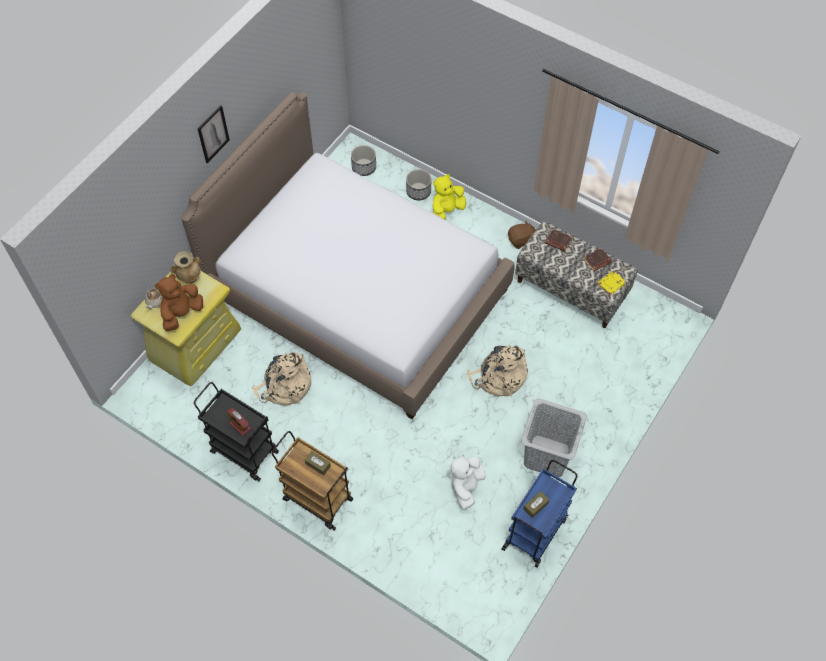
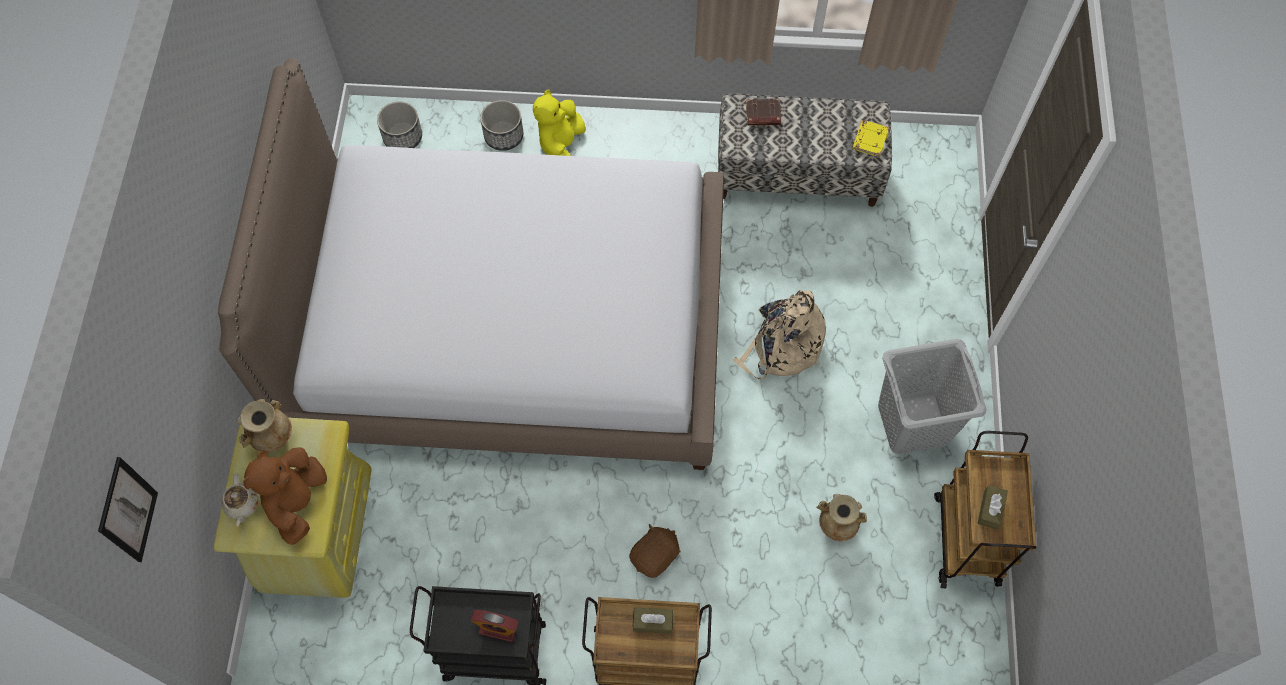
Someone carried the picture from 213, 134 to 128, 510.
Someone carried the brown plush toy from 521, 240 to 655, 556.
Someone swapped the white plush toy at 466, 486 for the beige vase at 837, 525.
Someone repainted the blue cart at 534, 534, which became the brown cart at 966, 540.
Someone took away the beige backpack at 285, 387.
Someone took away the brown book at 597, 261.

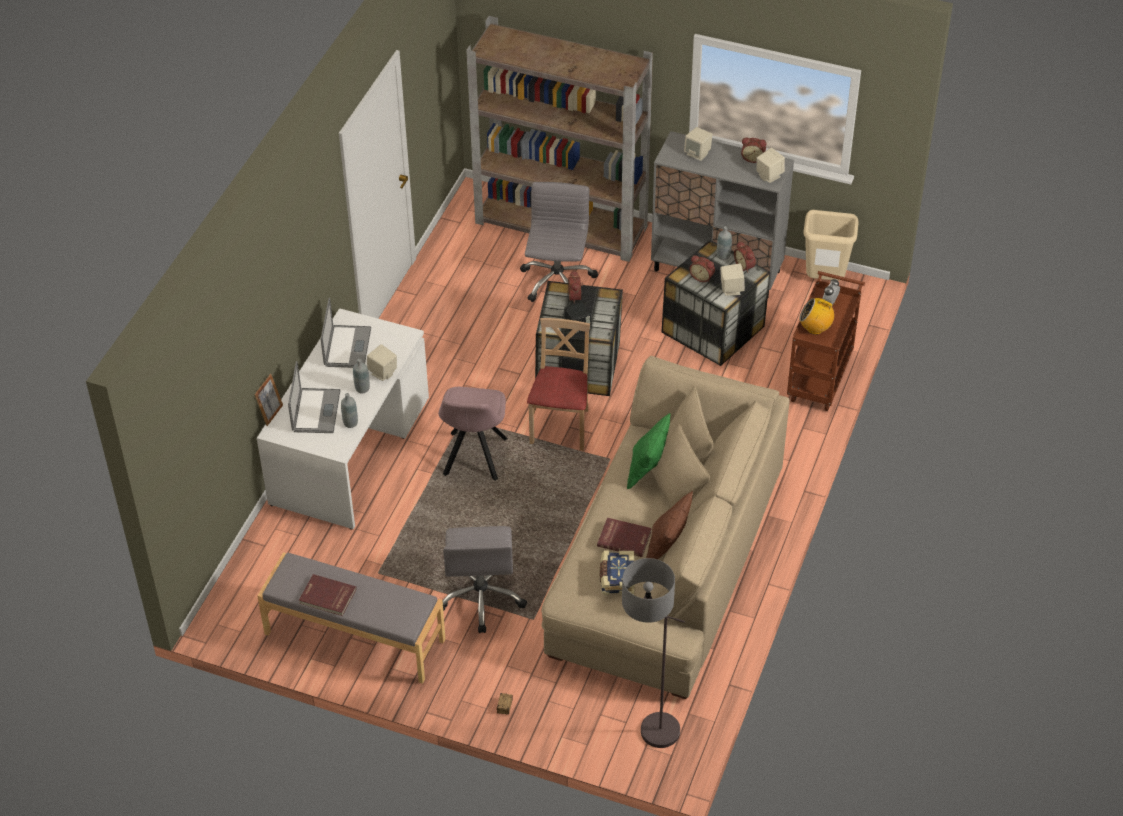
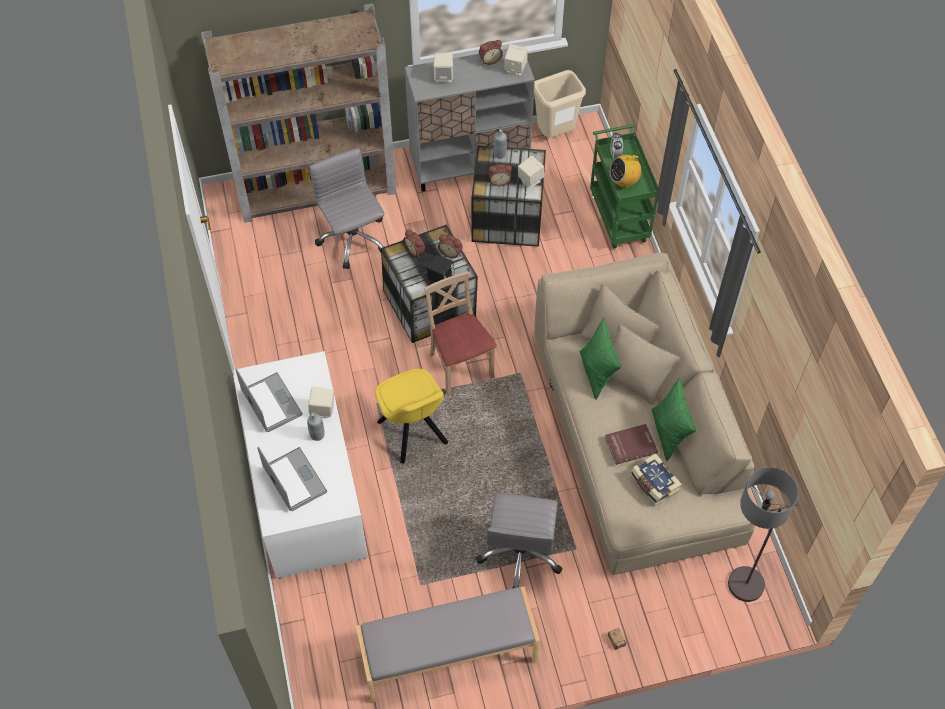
Someone repainted the pink chair at 474, 457, which became the yellow chair at 413, 432.
Someone carried the alarm clock from 745, 266 to 451, 252.
Someone rotated the grey office chair at 481, 597 by 45 degrees clockwise.
Someone repainted the brown cart at 820, 378, which became the green cart at 617, 217.
Someone repainted the brown pillow at 667, 549, which became the green pillow at 669, 434.
Someone took away the picture frame at 271, 414.
Someone took away the red book at 327, 597.
Someone took away the grey bottle at 350, 423.

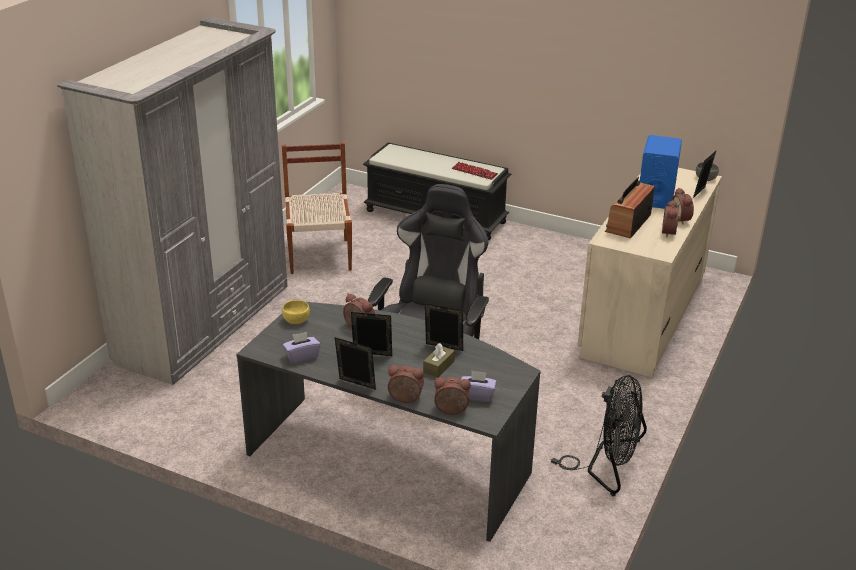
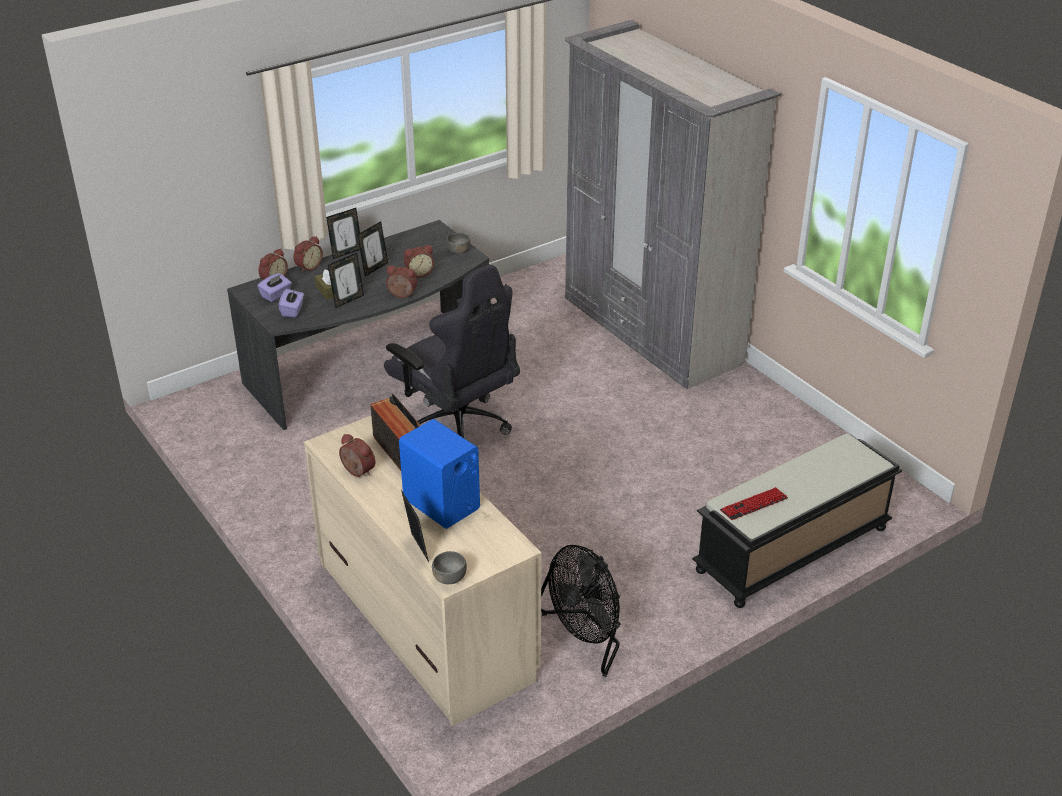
Someone carried the purple tissue box from 301, 356 to 292, 310.
Someone carried the alarm clock from 681, 219 to 401, 295.
Someone repainted the yellow bowl at 296, 320, which became the grey bowl at 458, 251.
Someone carried the black fan from 606, 464 to 587, 632.
Someone took away the chair at 319, 255.

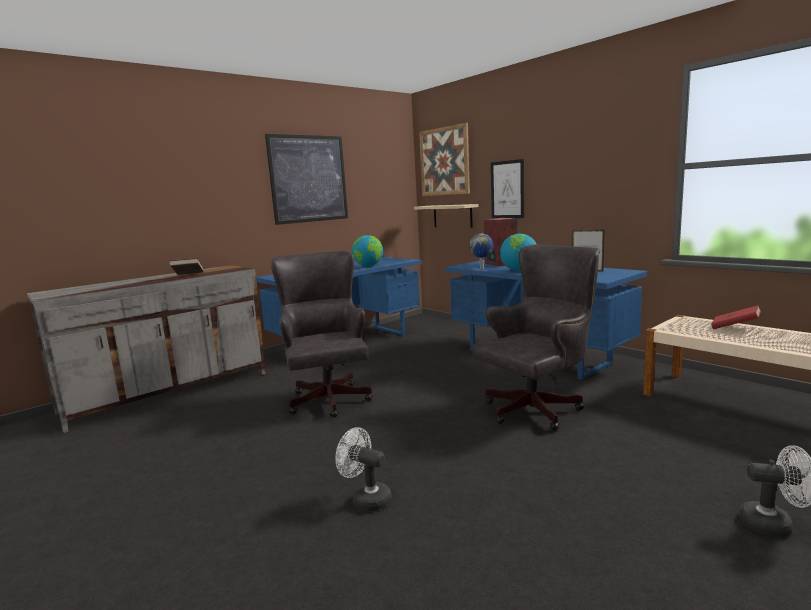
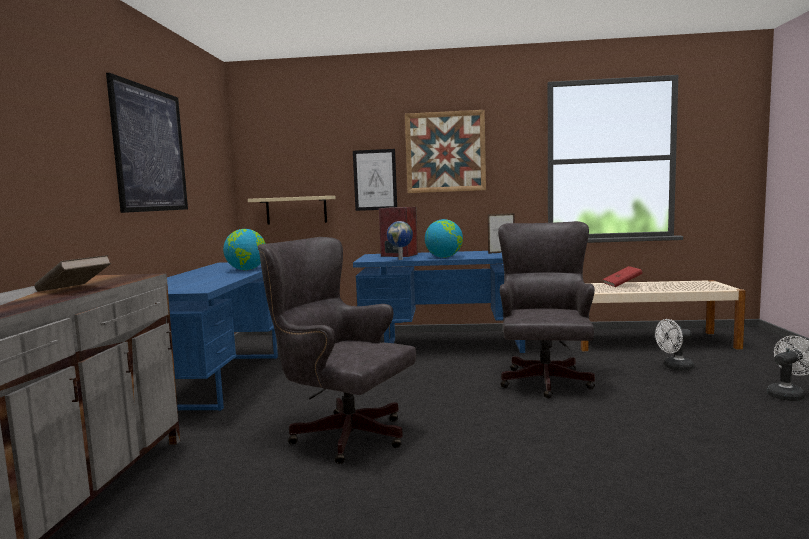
Someone carried the picture from 444, 161 to 445, 152.
Someone carried the white fan from 366, 498 to 674, 367.

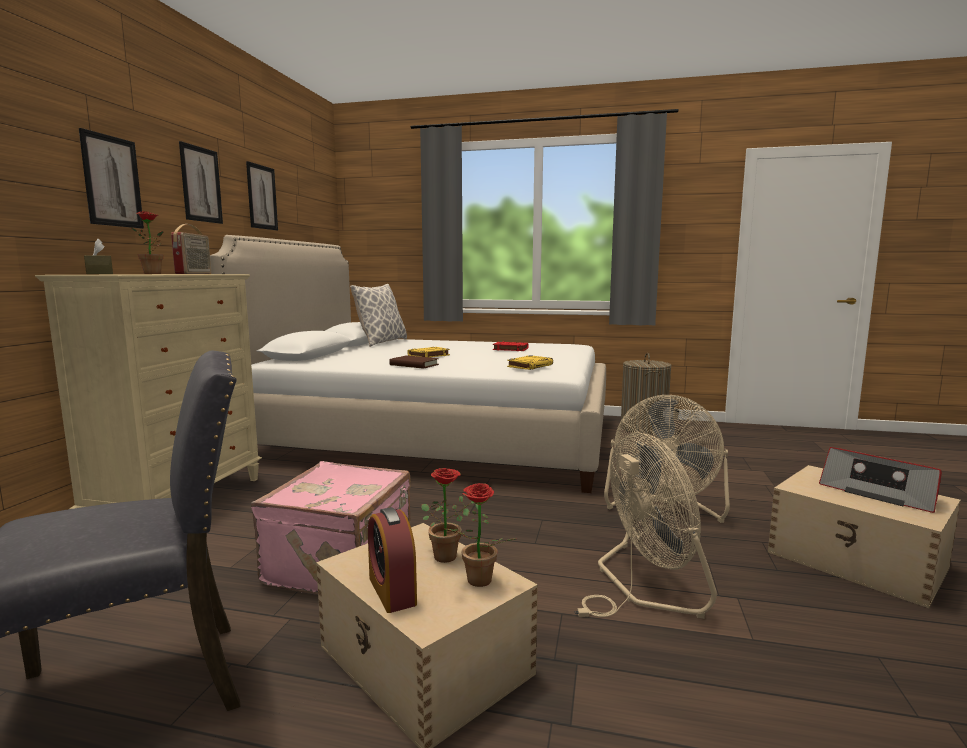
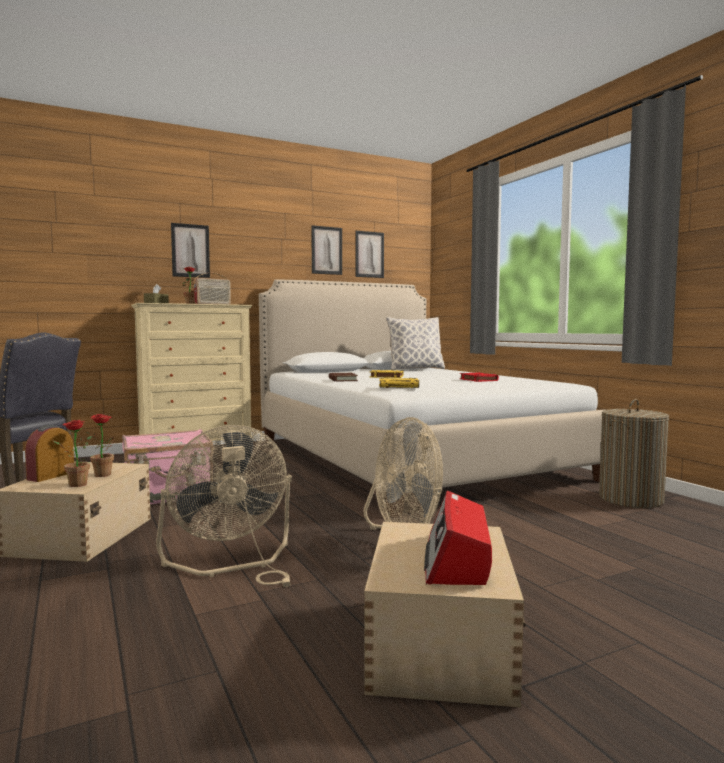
Someone rotated the beige fan at 636, 584 by 150 degrees counterclockwise.
Someone carried the picture from 201, 184 to 369, 254.

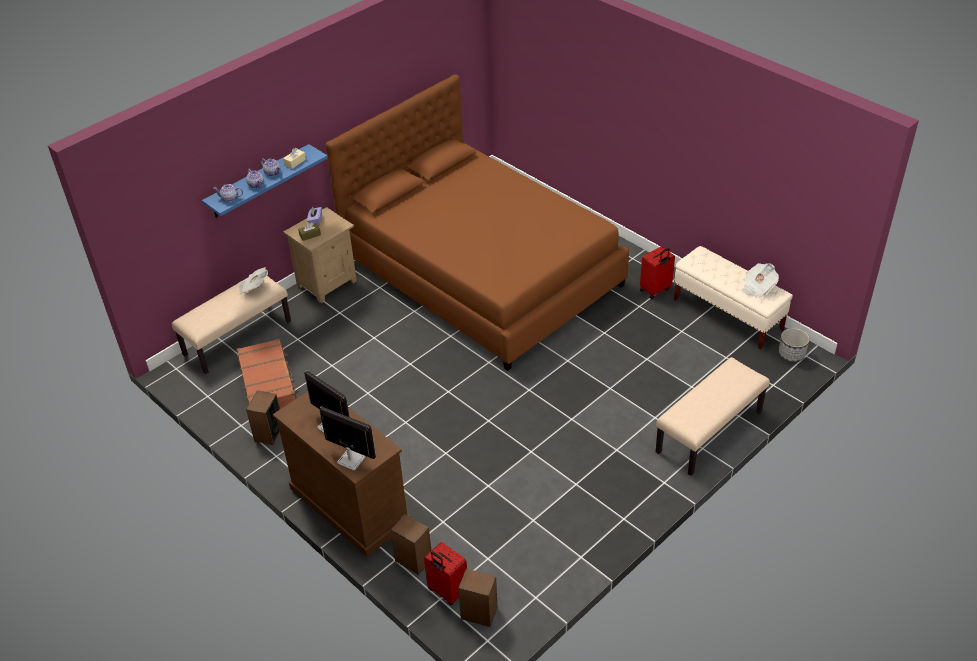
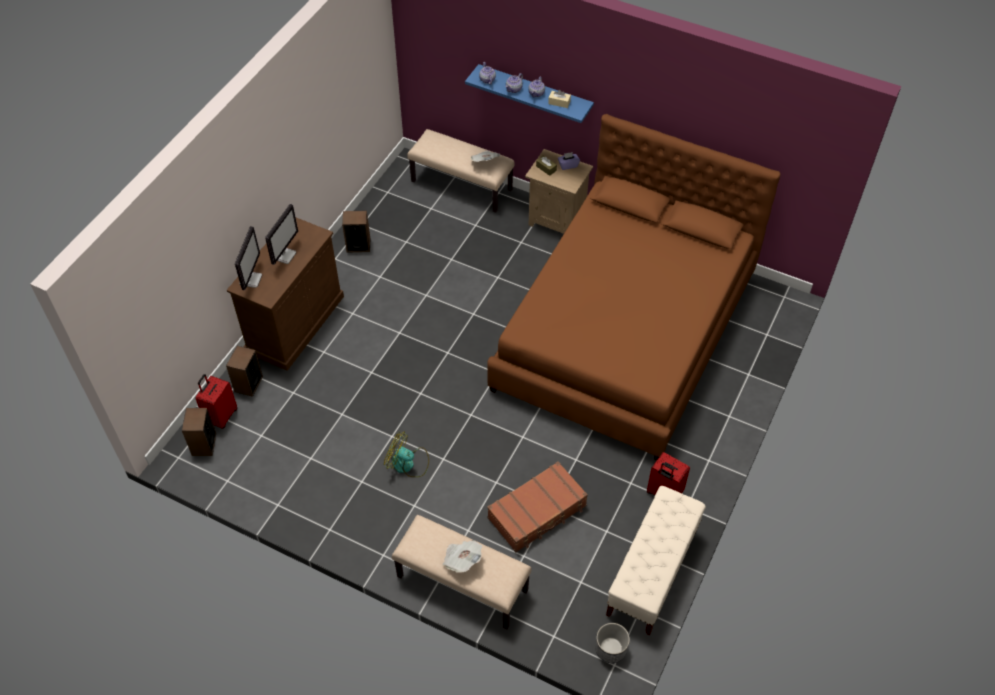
Someone put down the fan at 408, 464.
Someone carried the newspaper from 757, 287 to 462, 560.
Someone carried the brown suitcase from 269, 385 to 537, 512.

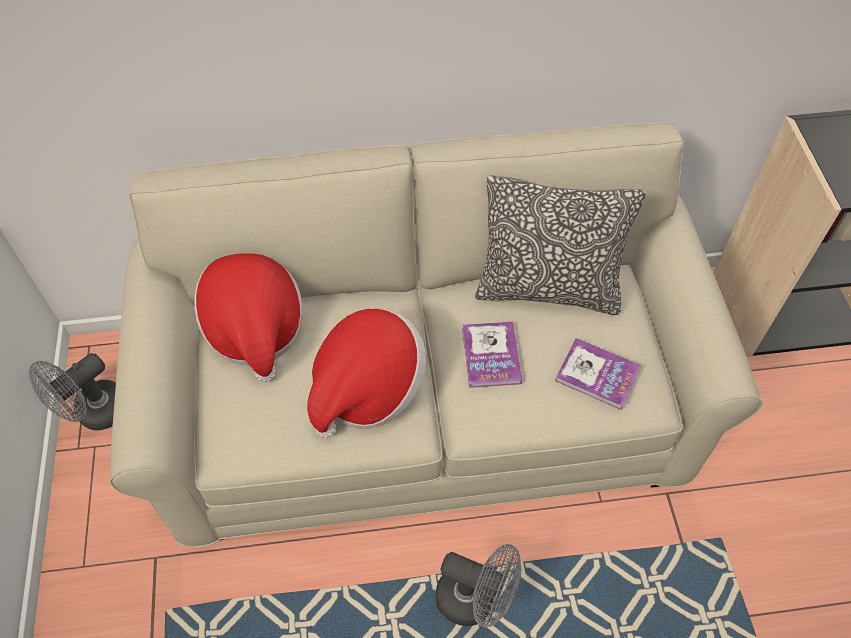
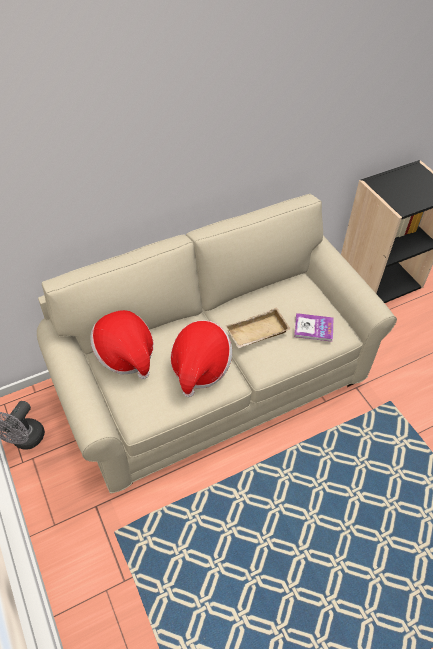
Someone swapped the book at 491, 355 for the beige tray at 257, 333.
Someone took away the grey fan at 475, 600.
Someone took away the pillow at 547, 289.

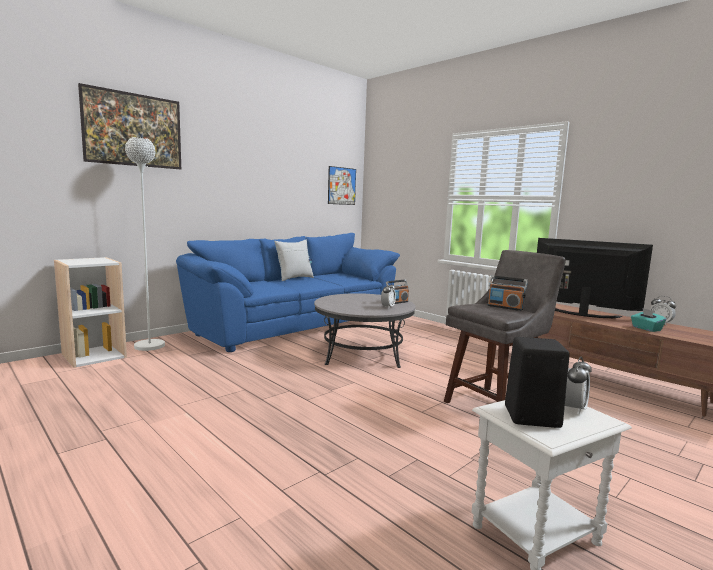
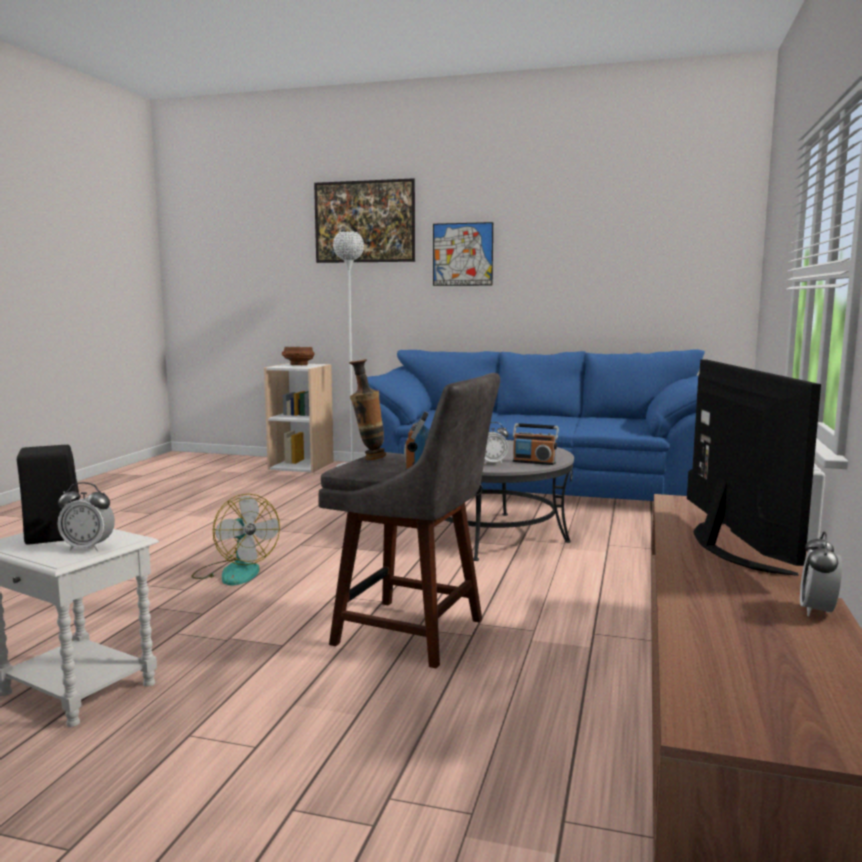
Someone put down the fan at 235, 572.
Someone put down the brown bowl at 298, 365.
Someone put down the vase at 368, 458.
Someone carried the picture from 342, 186 to 462, 254.
Someone took away the grey pillow at 294, 279.
Someone took away the turquoise tissue box at 646, 329.

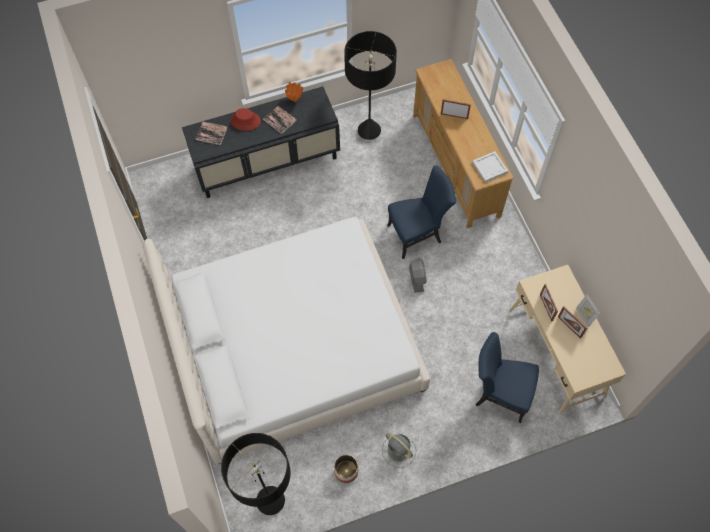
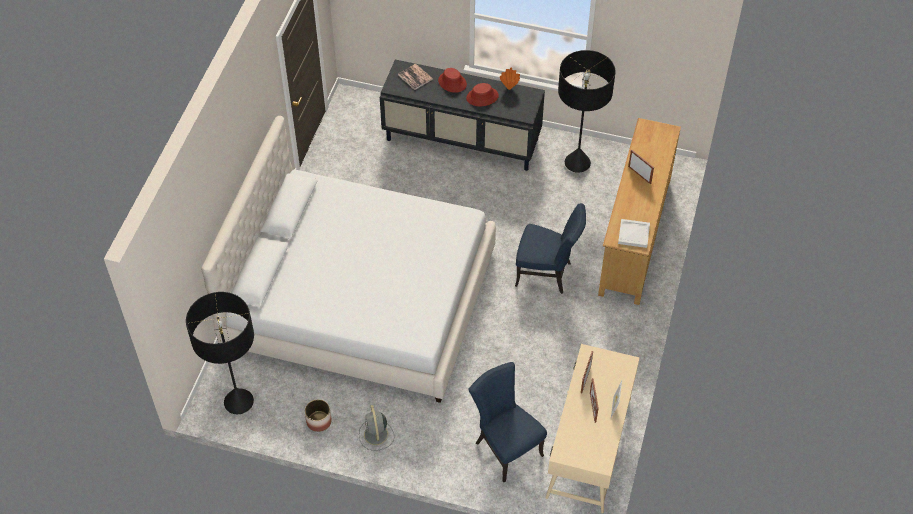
Someone swapped the book at 280, 120 for the red hat at 482, 97.
Someone took away the grey fan at 417, 278.

